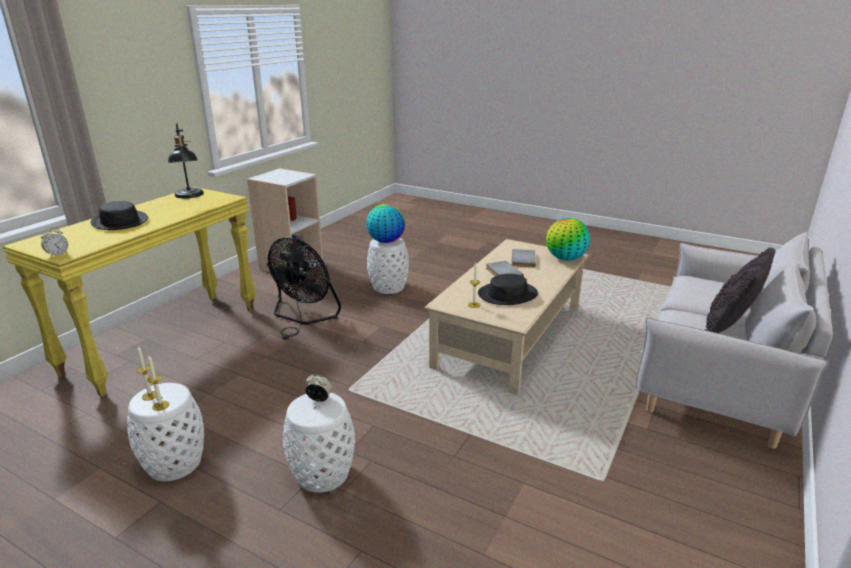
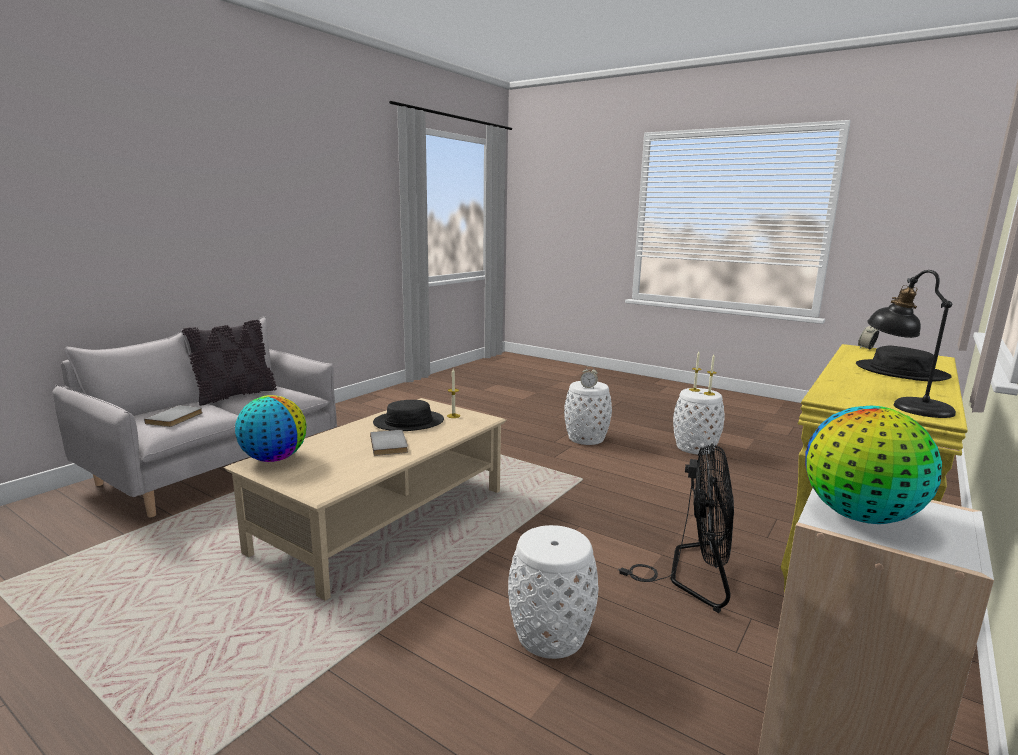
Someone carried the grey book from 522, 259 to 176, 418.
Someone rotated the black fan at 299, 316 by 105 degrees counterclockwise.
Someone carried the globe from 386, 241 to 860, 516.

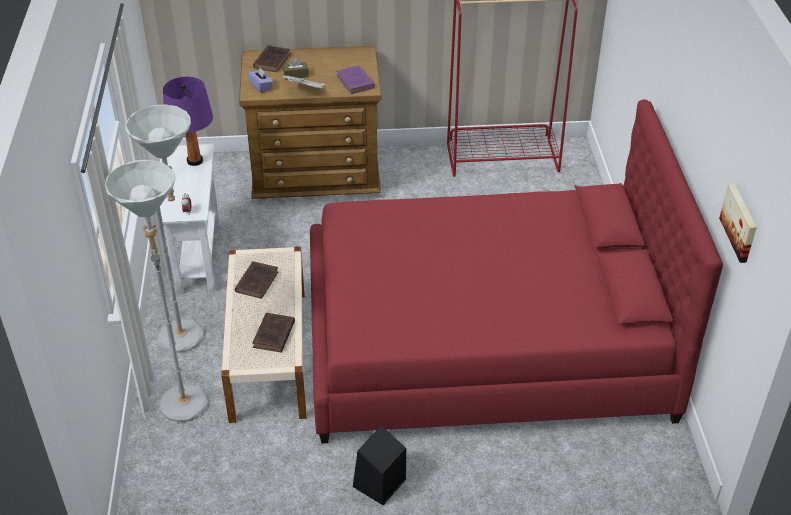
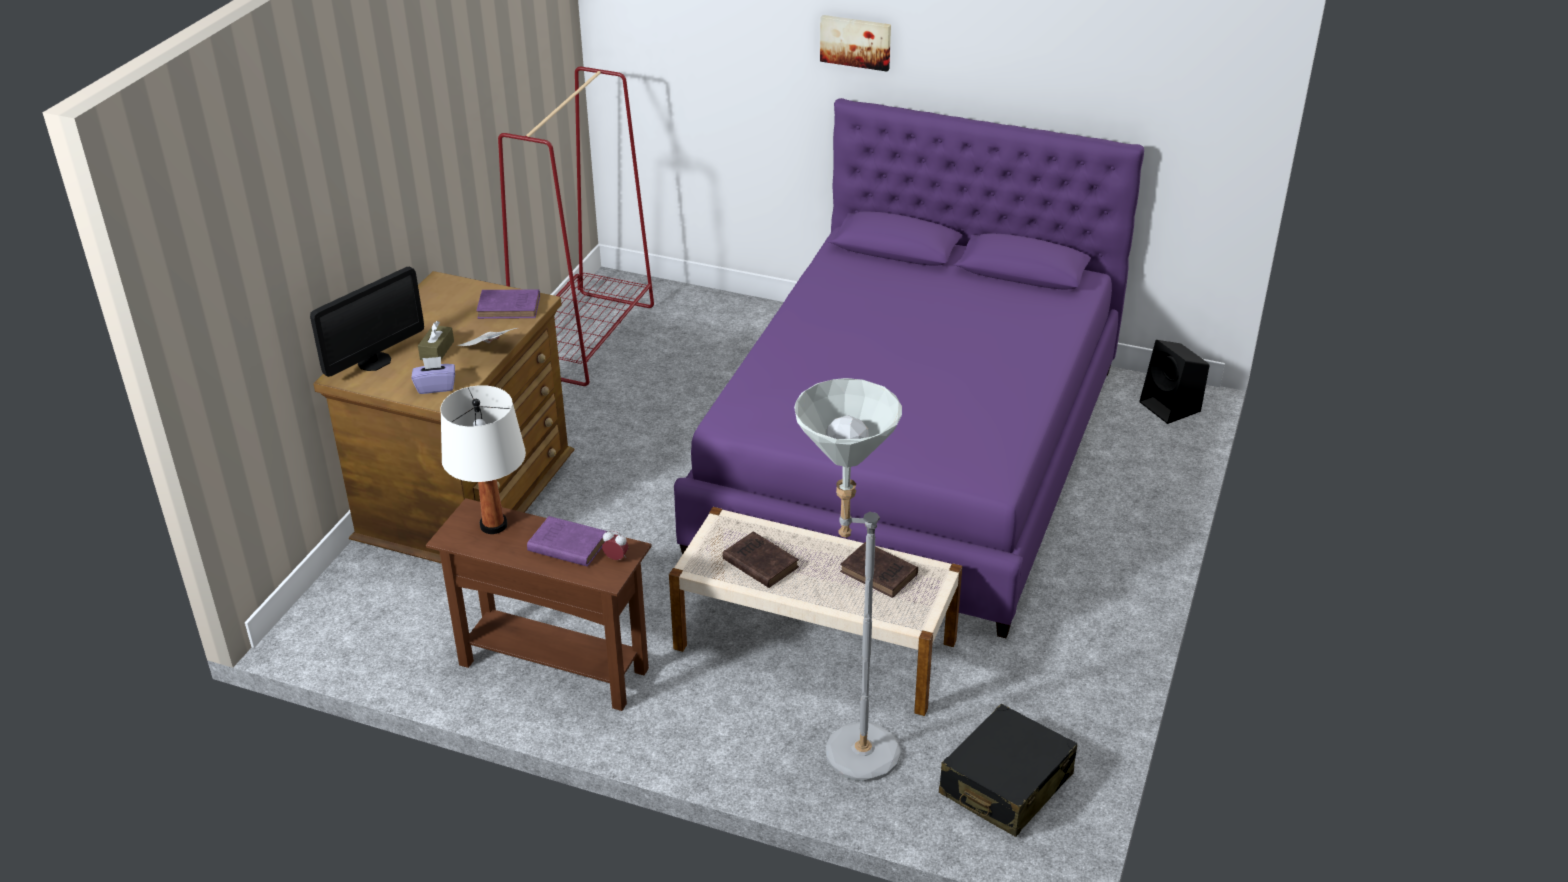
Someone swapped the brown book at 272, 60 for the monitor at 374, 361.
Someone repainted the white console table at 199, 256, which became the brown console table at 553, 667.
Someone repainted the purple table lamp at 194, 161, which became the white table lamp at 493, 525.
Someone put down the purple book at 566, 545.
Someone repainted the red bed at 485, 342, which became the purple bed at 912, 457.
Someone carried the picture from 740, 222 to 856, 41.
Someone put down the black suitcase at 1005, 785.
Someone carried the black speaker from 379, 484 to 1171, 407.
Someone took away the grey floor lamp at 191, 333.

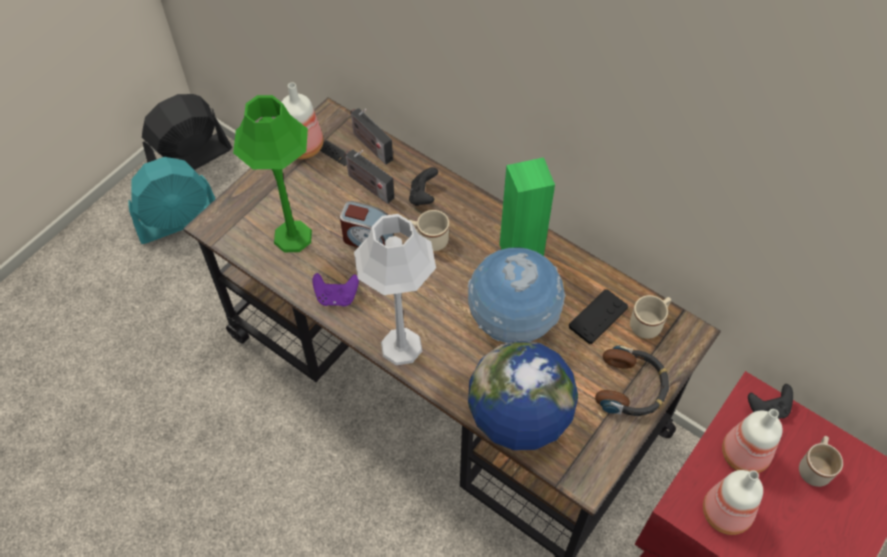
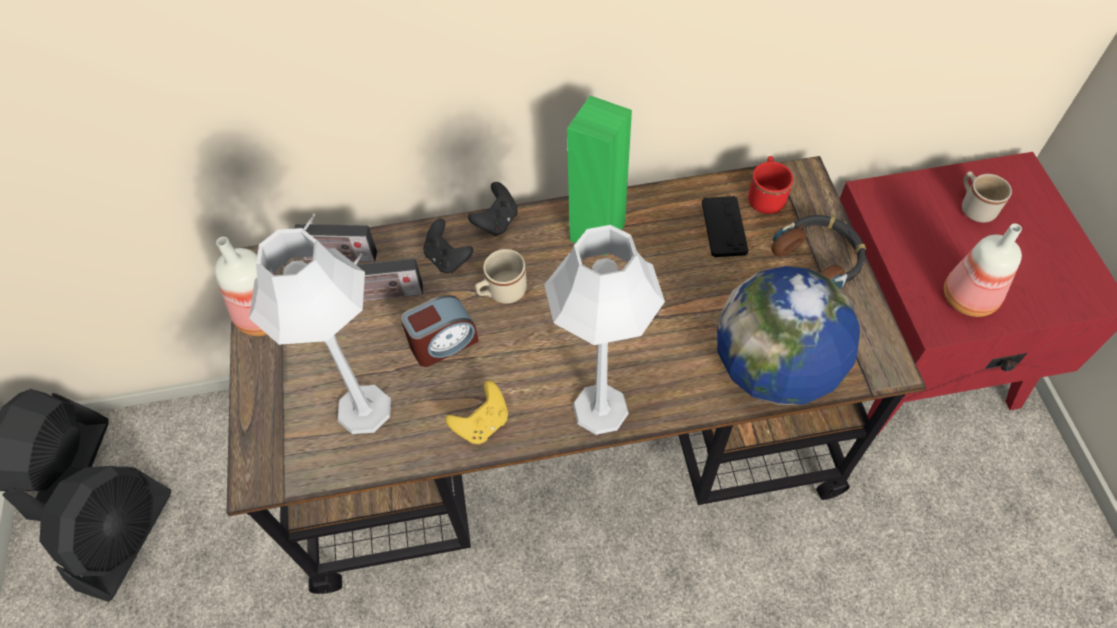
Someone repainted the turquoise fan at 178, 220, which became the black fan at 126, 539.
Someone repainted the green table lamp at 292, 237, which became the grey table lamp at 364, 409.
Someone repainted the purple game controller at 336, 297, which became the yellow game controller at 482, 424.
Someone carried the black game controller from 767, 410 to 497, 221.
Someone repainted the beige mug at 649, 323, which became the red mug at 766, 196.
Someone took away the globe at 512, 322.
Someone took away the bottle at 742, 454.

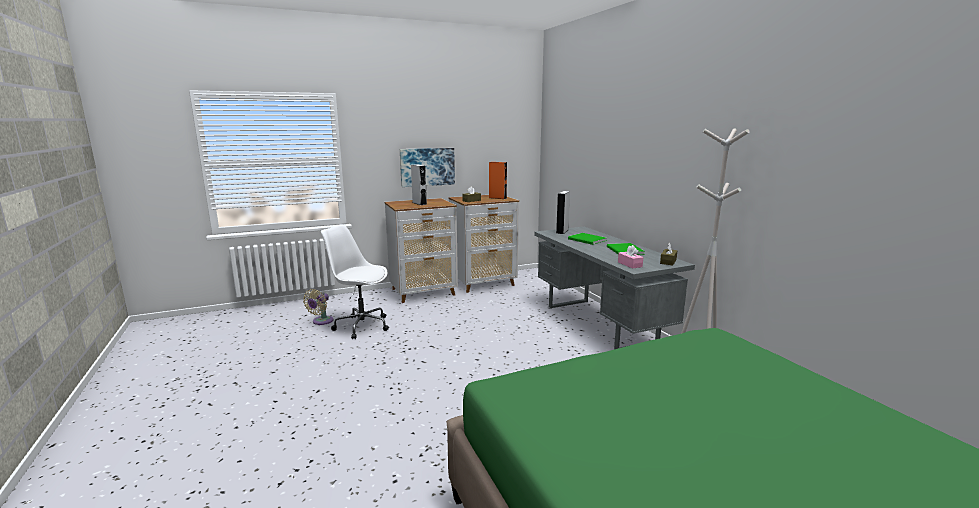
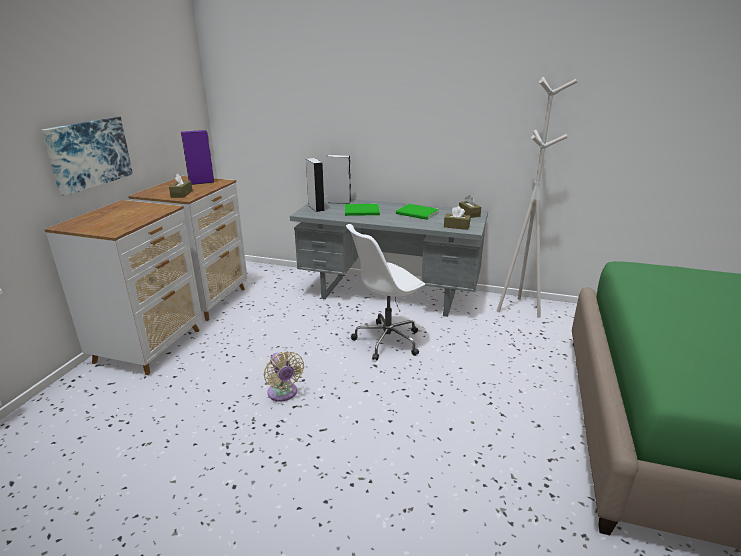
Someone repainted the orange speaker at 497, 198, which became the purple speaker at 201, 182.
Someone carried the beige fan from 321, 321 to 283, 393.
Someone carried the grey speaker from 419, 203 to 339, 202.
Someone carried the white office chair from 361, 326 to 386, 341.
Someone repainted the pink tissue box at 630, 264, which became the brown tissue box at 456, 226.

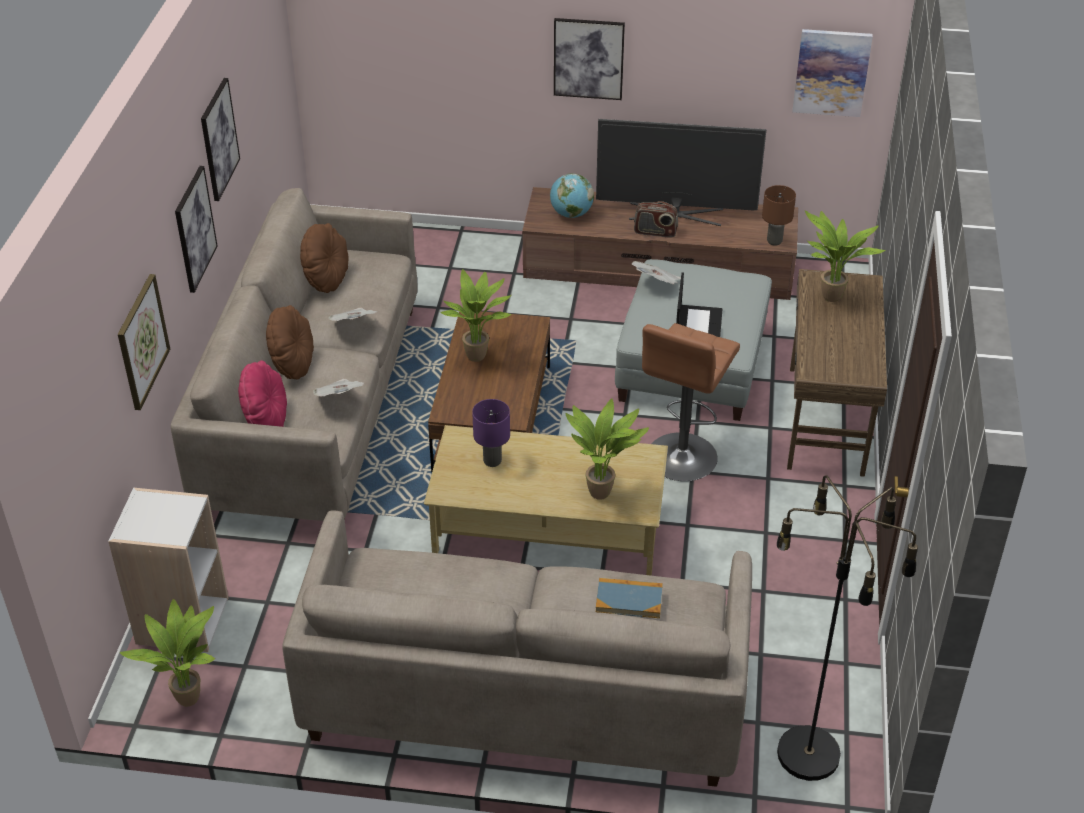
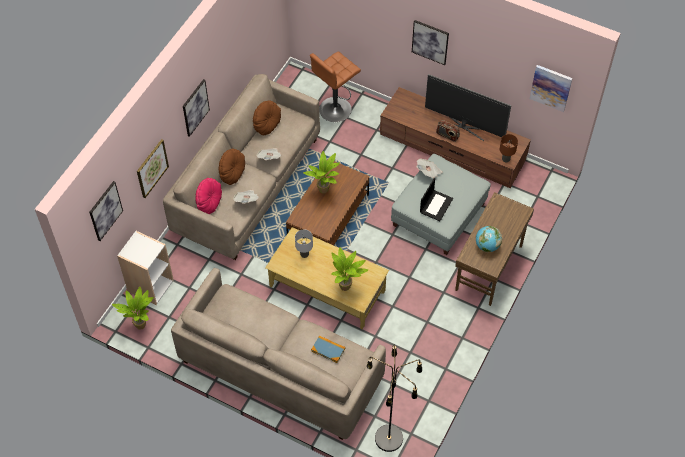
Someone carried the picture from 219, 139 to 105, 211.
Someone repainted the purple table lamp at 492, 461, which became the white table lamp at 304, 254.
Someone carried the brown stool from 681, 457 to 334, 109.
Someone carried the globe from 571, 214 to 487, 246.
Someone took away the potted plant at 830, 299.

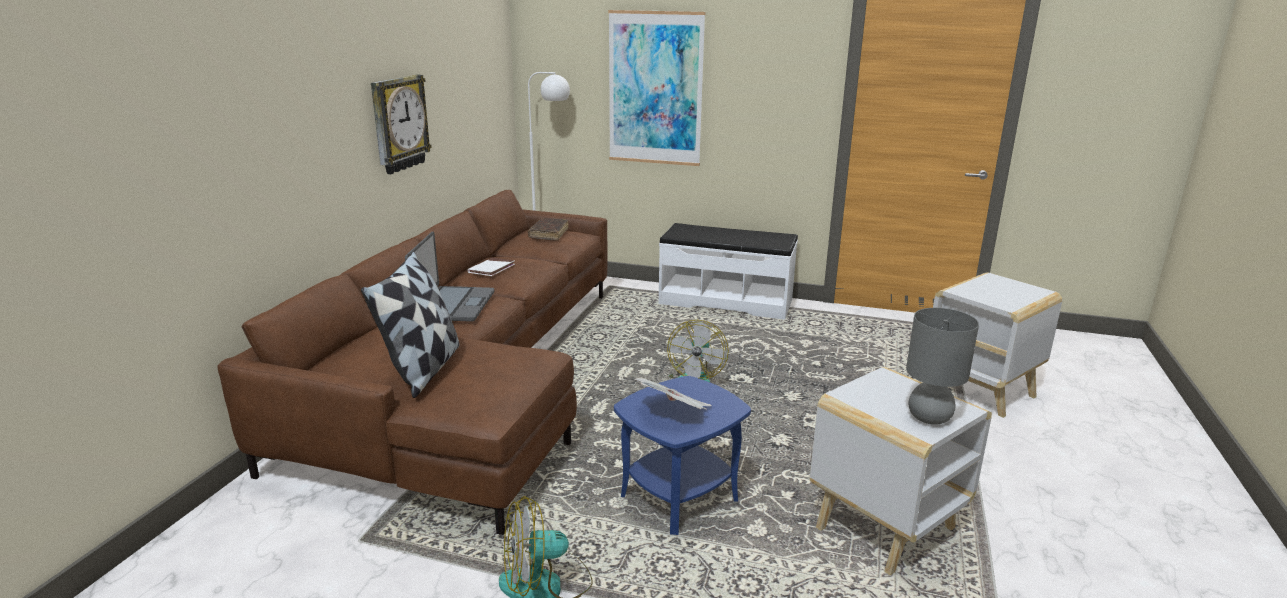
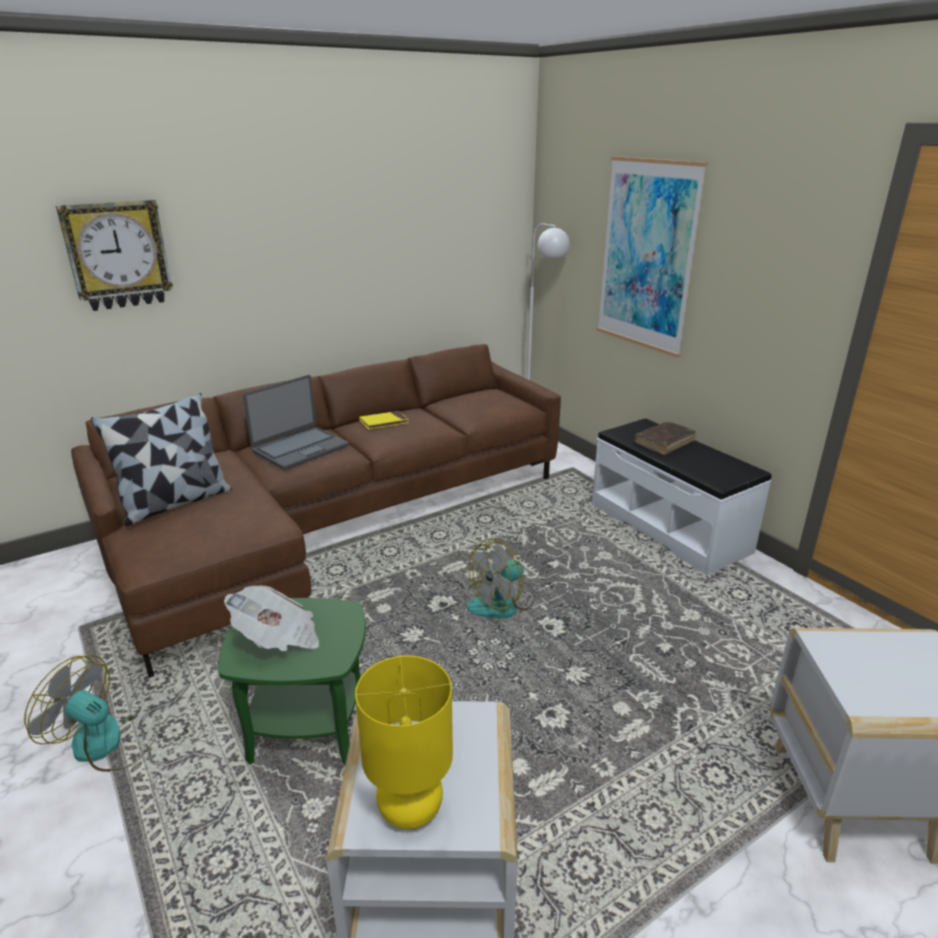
Someone carried the wall clock from 398, 124 to 117, 255.
Someone repainted the blue side table at 679, 497, which became the green side table at 308, 726.
Someone repainted the grey table lamp at 929, 418, which became the yellow table lamp at 409, 810.
Someone repainted the white book at 491, 269, which became the yellow book at 384, 422.
Someone carried the brown book from 548, 234 to 664, 443.

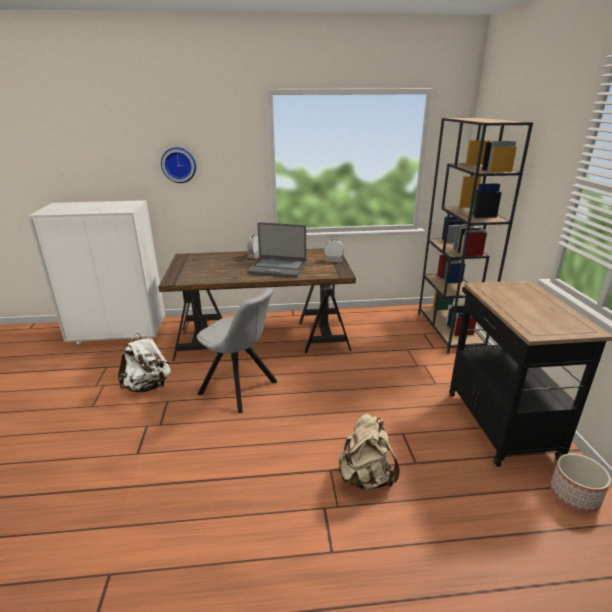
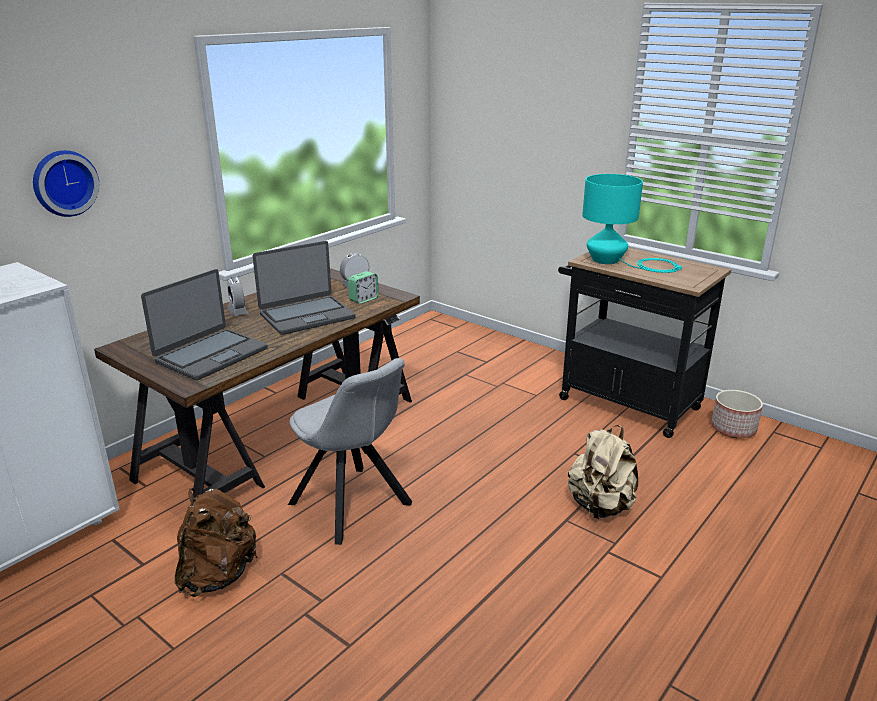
Someone put down the laptop at 211, 355.
Someone repainted the white backpack at 148, 386, which became the brown backpack at 218, 575.
Someone rotated the grey chair at 240, 388 by 60 degrees clockwise.
Someone put down the alarm clock at 363, 299.
Someone put down the turquoise table lamp at 625, 262.
Someone took away the bookcase at 450, 331.

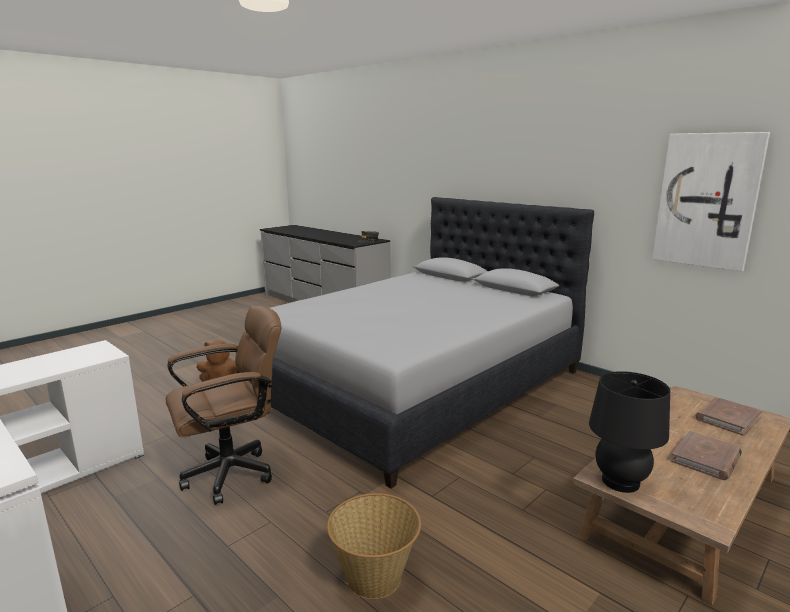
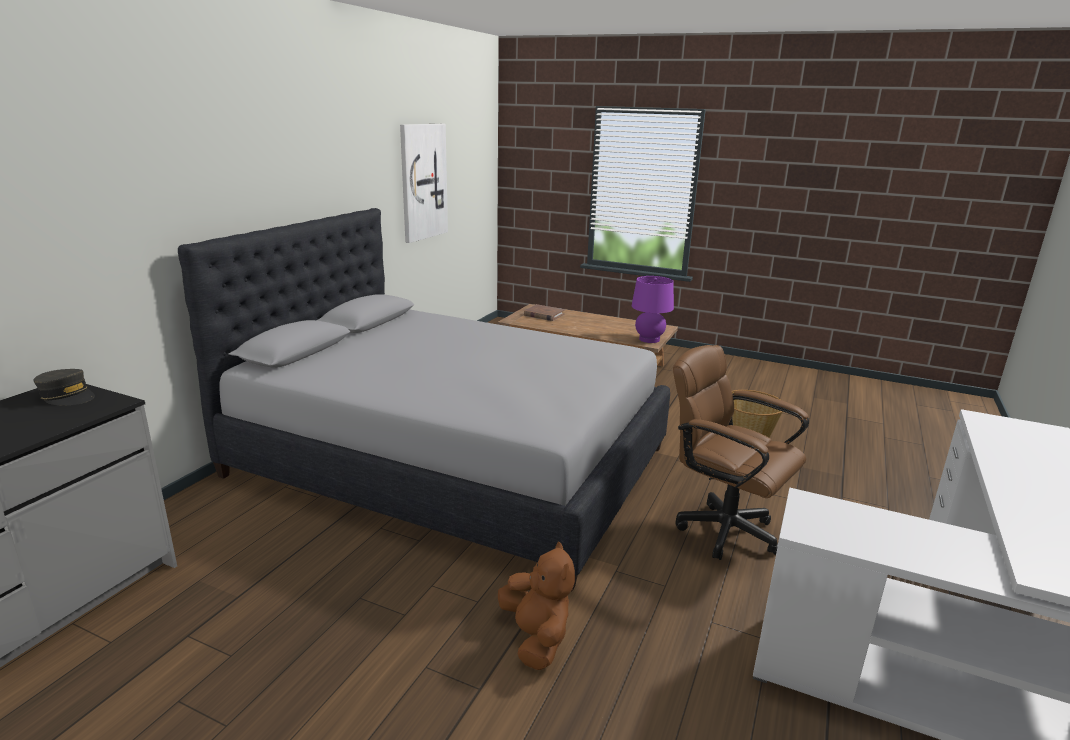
Someone repainted the black table lamp at 620, 481, which became the purple table lamp at 649, 339.
Someone took away the brown book at 706, 458.

